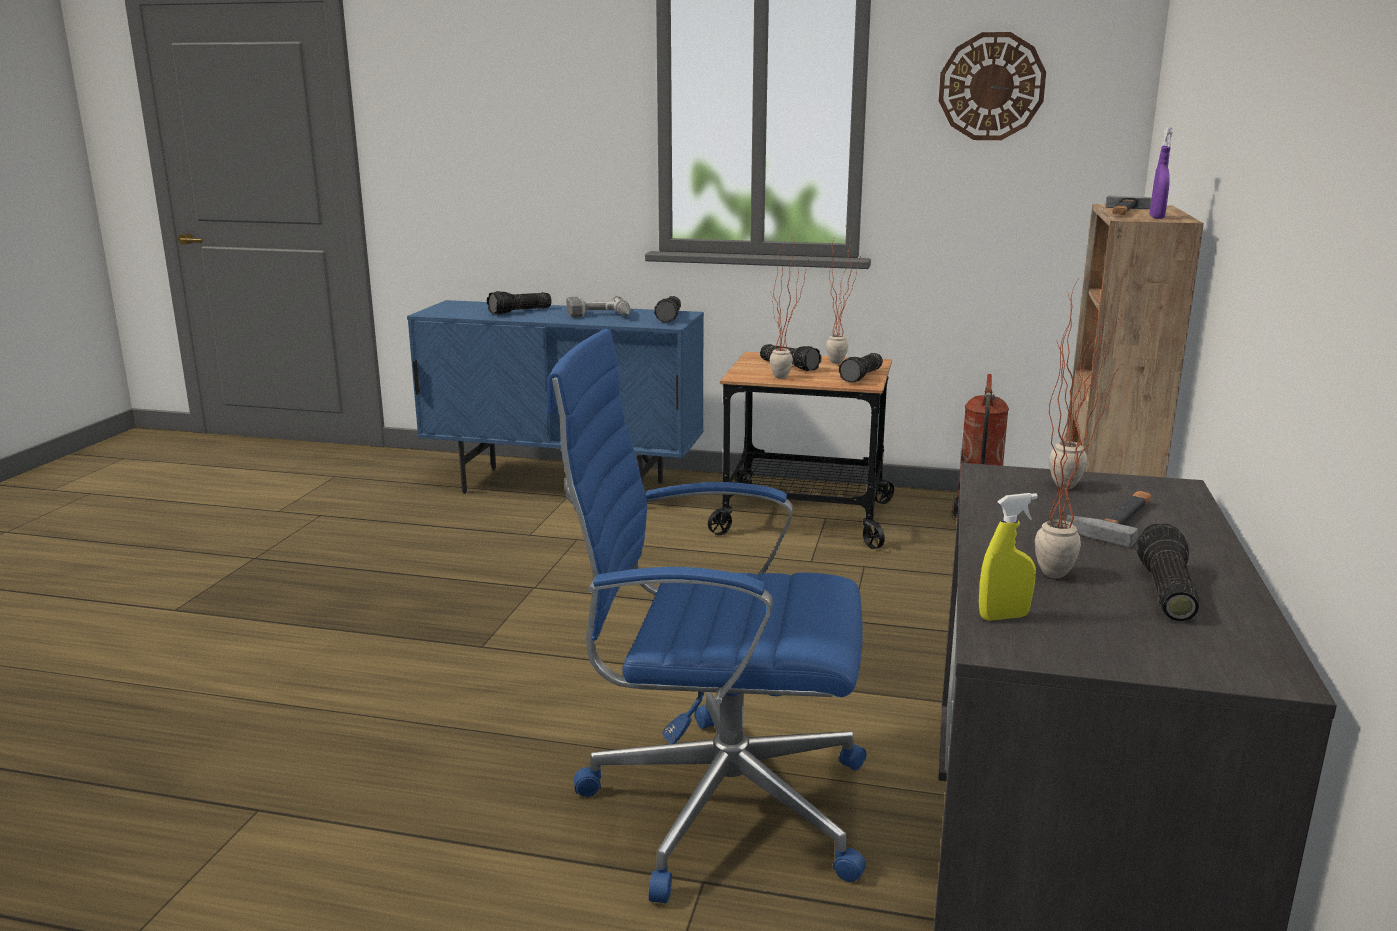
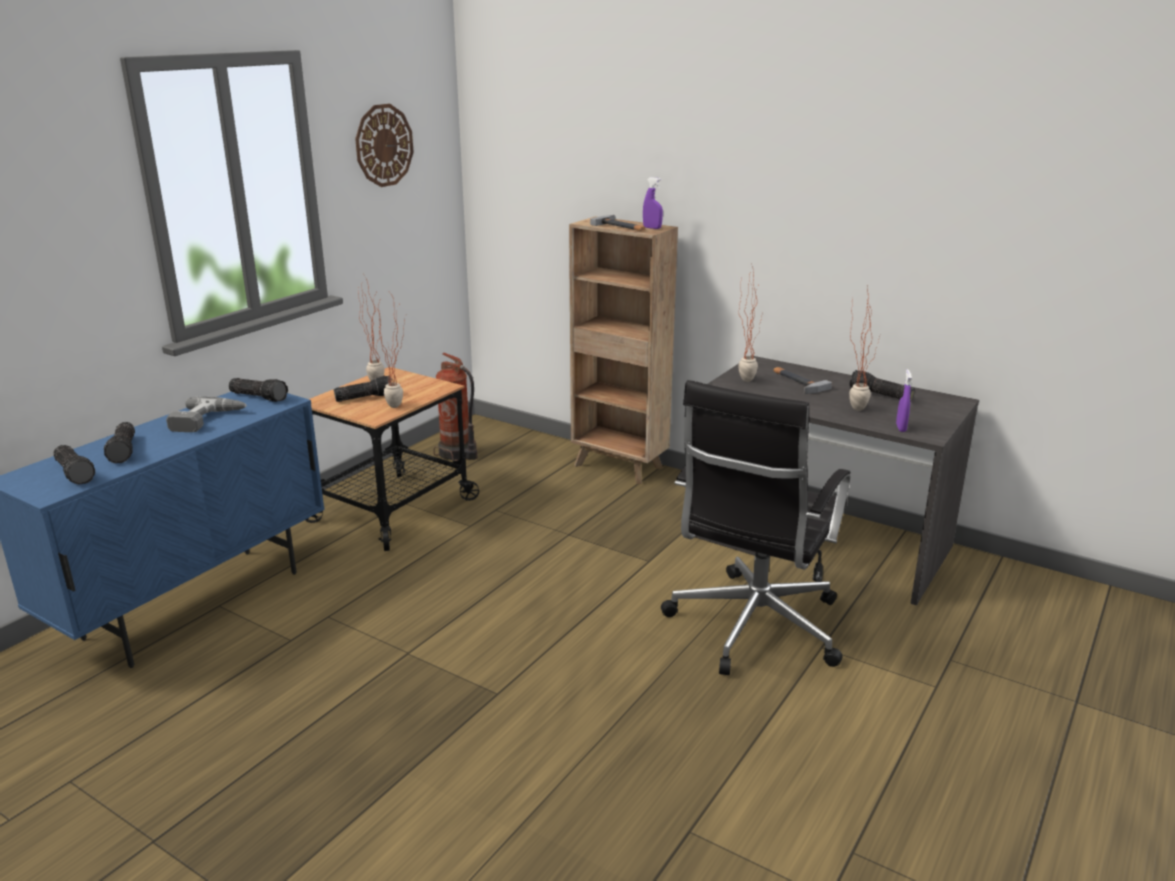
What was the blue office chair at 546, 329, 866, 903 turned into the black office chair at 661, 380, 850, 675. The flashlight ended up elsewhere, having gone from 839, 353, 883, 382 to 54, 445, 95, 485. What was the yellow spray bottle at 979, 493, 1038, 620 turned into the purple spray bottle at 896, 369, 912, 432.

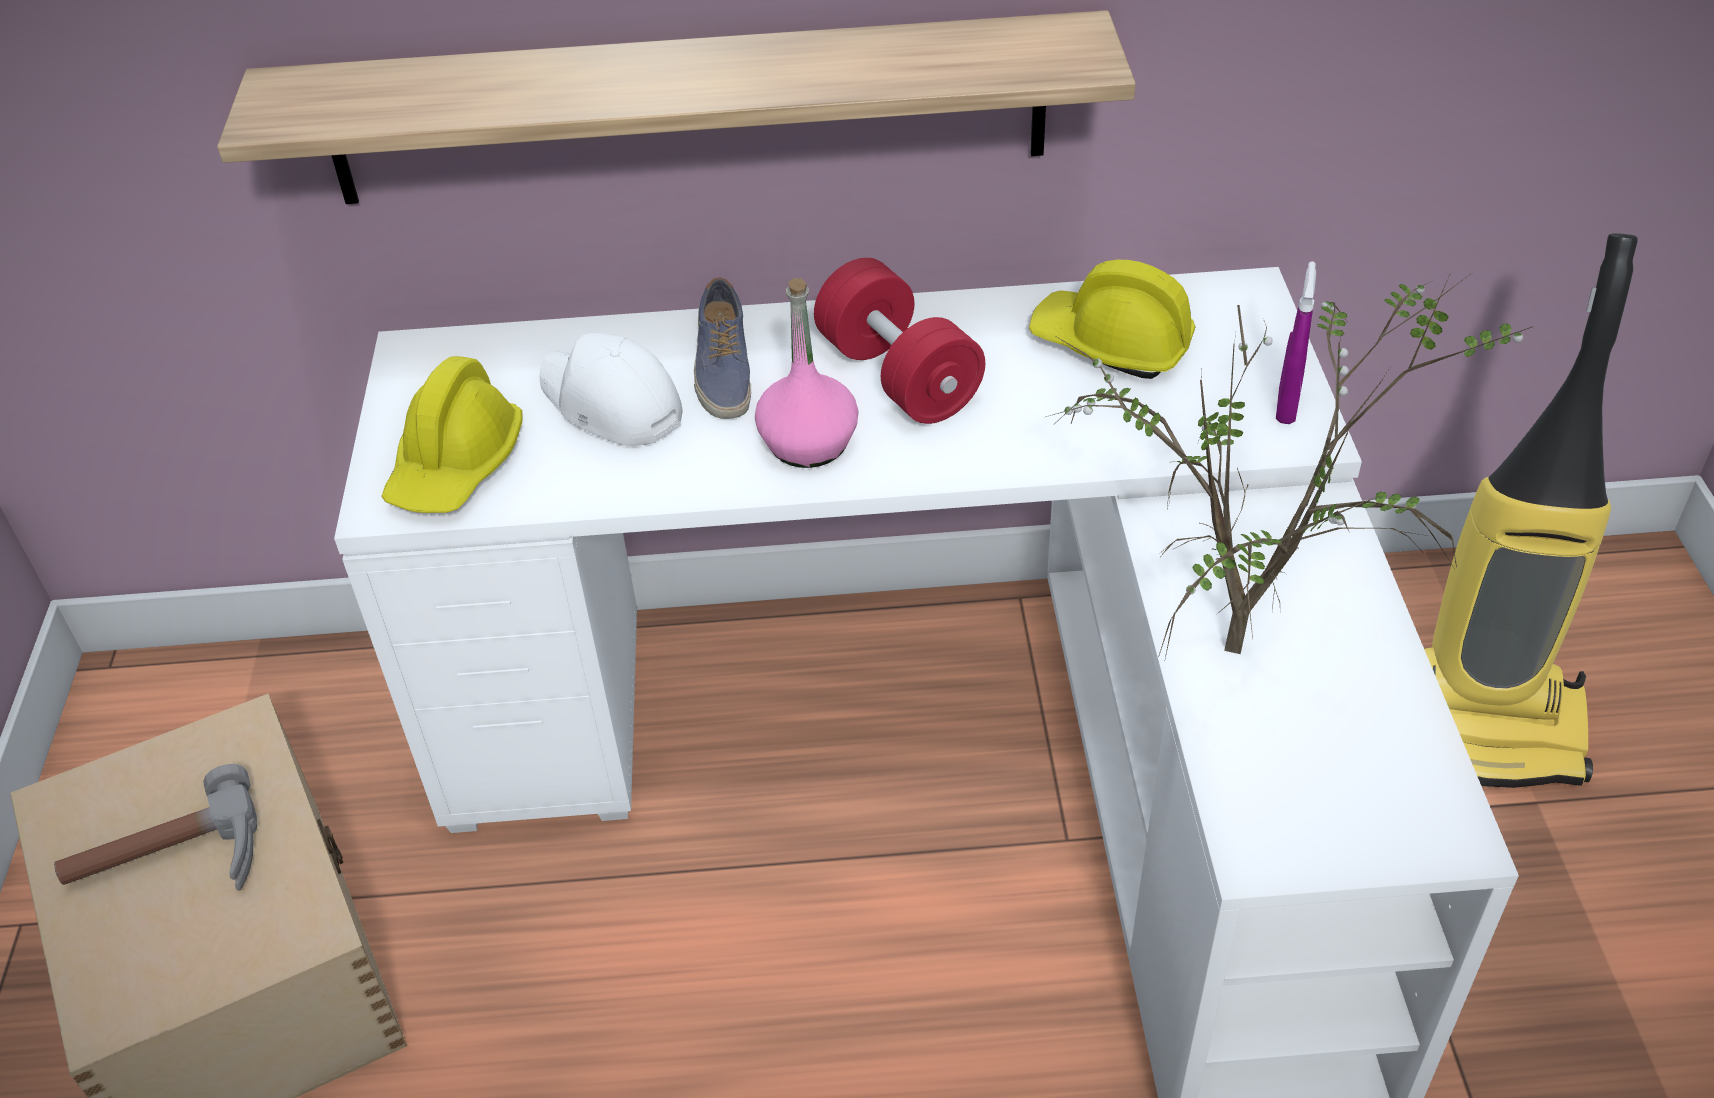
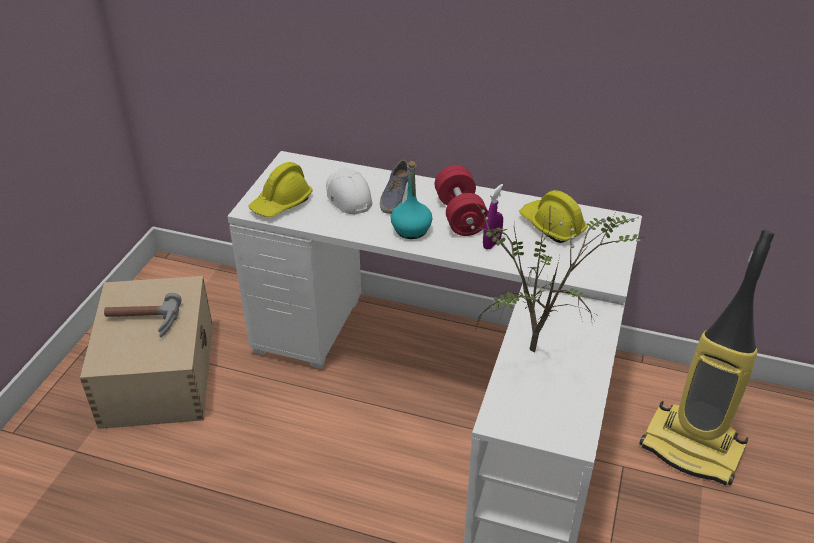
The second view lost the shelf at 217, 10, 1136, 204. The purple spray bottle ended up elsewhere, having gone from 1276, 261, 1316, 424 to 483, 184, 503, 250. What was the pink bottle at 755, 278, 859, 468 turned into the turquoise bottle at 391, 161, 432, 239.

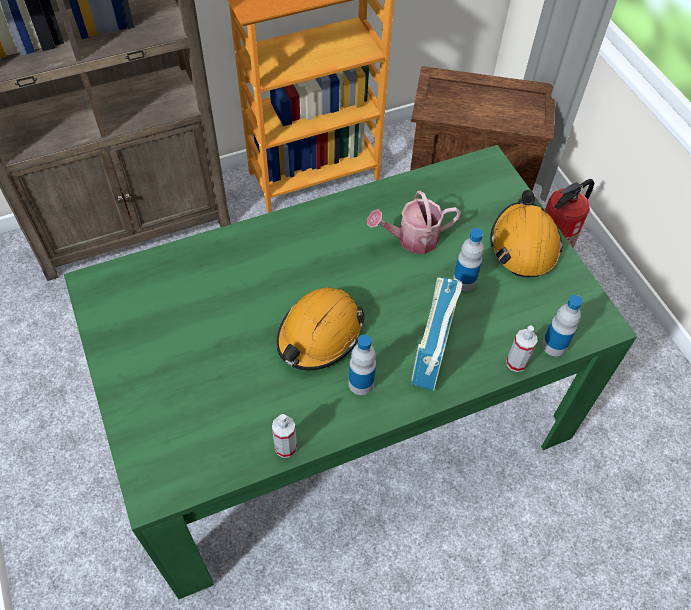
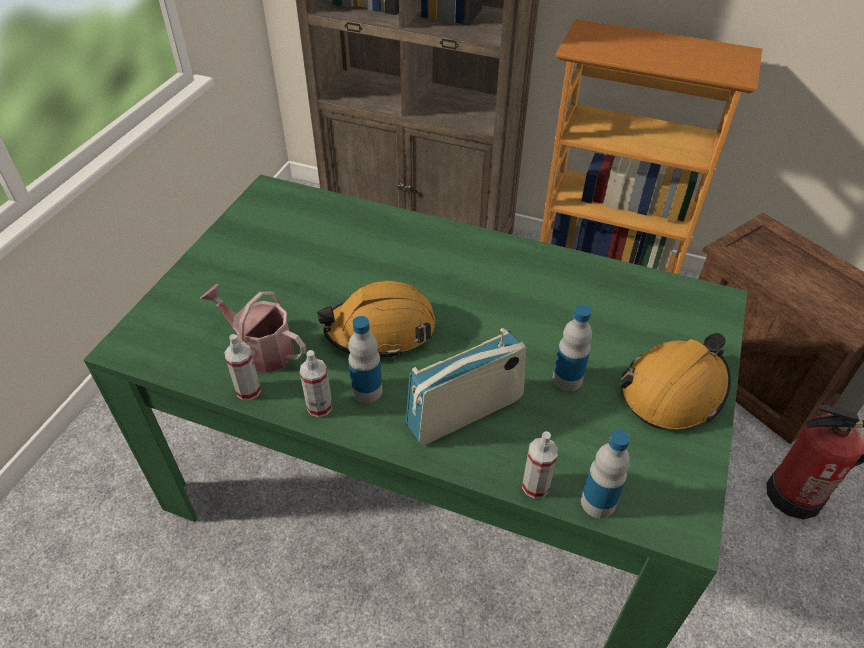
The watering can ended up elsewhere, having gone from 367, 191, 461, 254 to 200, 284, 306, 373. The second view gained the spray bottle at 300, 350, 332, 417.

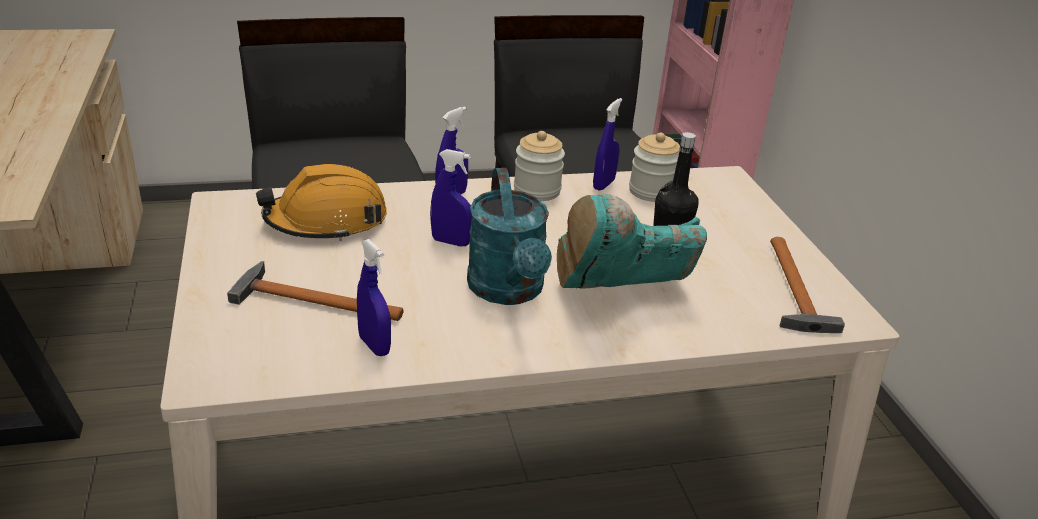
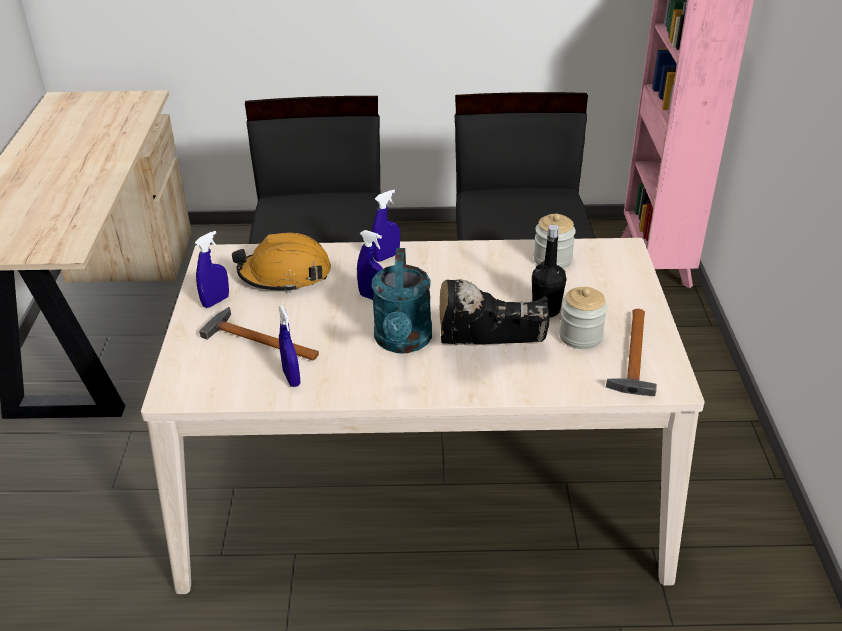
The blue spray bottle ended up elsewhere, having gone from 593, 98, 622, 190 to 195, 231, 229, 308. The jar ended up elsewhere, having gone from 514, 131, 565, 201 to 559, 287, 607, 349. What was the turquoise boot at 557, 194, 707, 289 turned into the black boot at 440, 280, 550, 345.

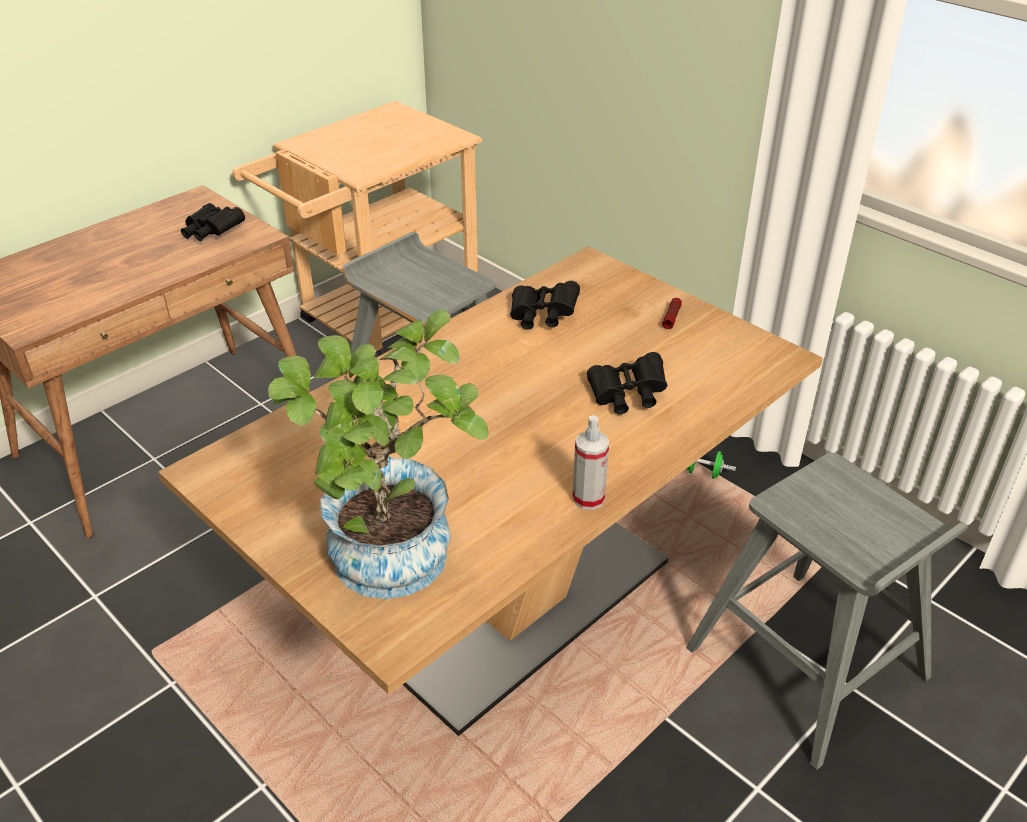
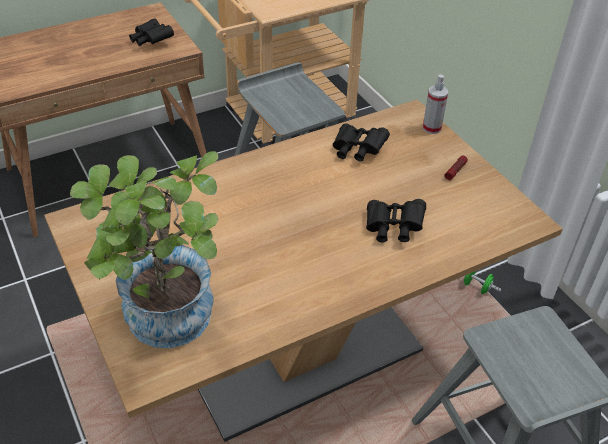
The spray bottle ended up elsewhere, having gone from 573, 415, 609, 510 to 423, 74, 448, 134.

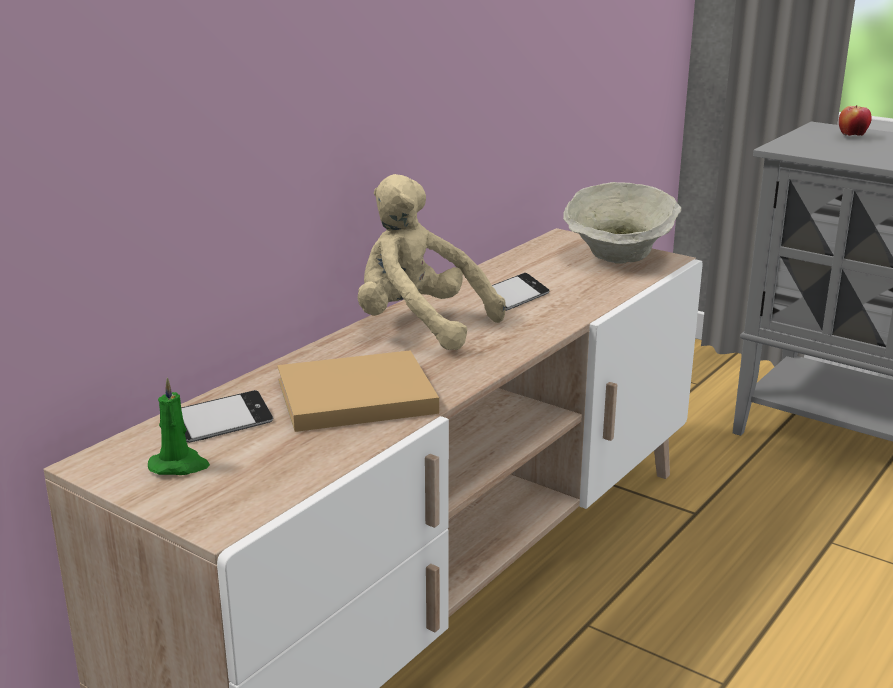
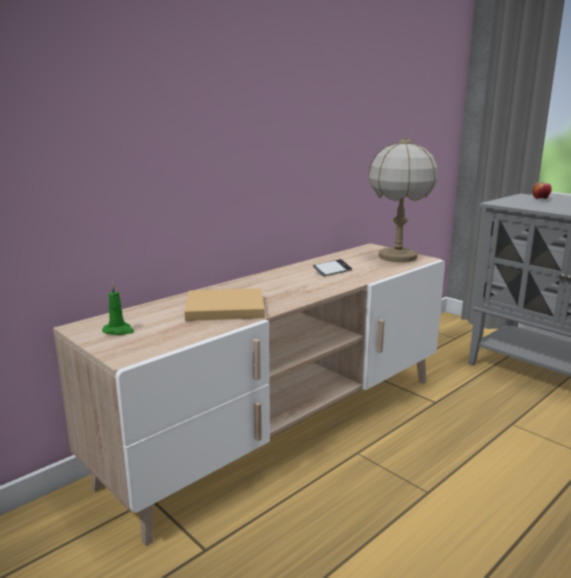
The second view lost the beige plush toy at 358, 174, 506, 350. Where the beige bowl stood at 563, 182, 681, 264, the table lamp came to stand at 368, 136, 438, 262. The second view lost the phone at 181, 390, 273, 443.

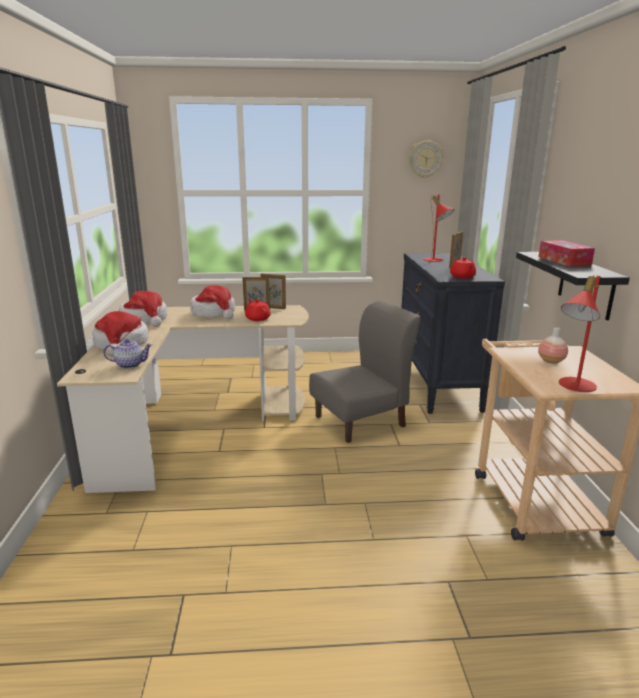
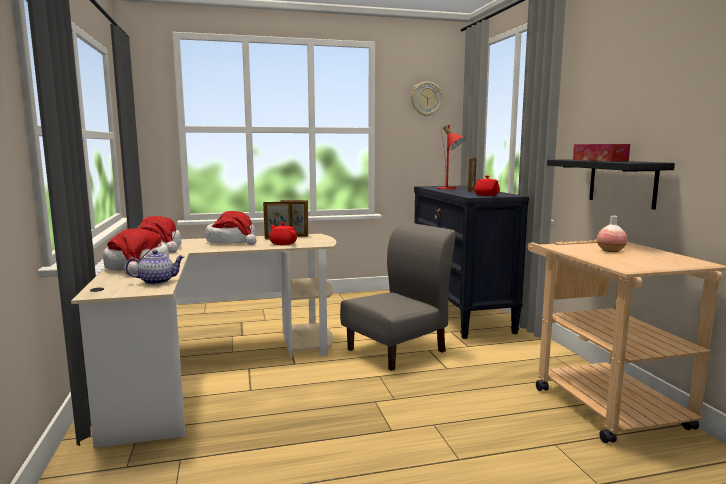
The second view lost the red table lamp at 559, 275, 600, 392.

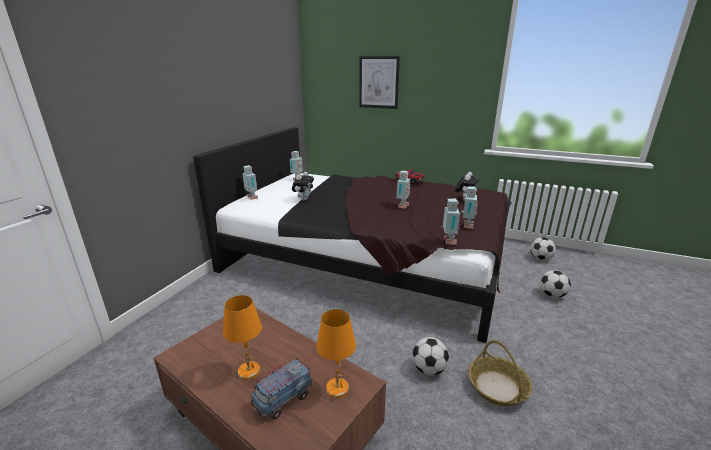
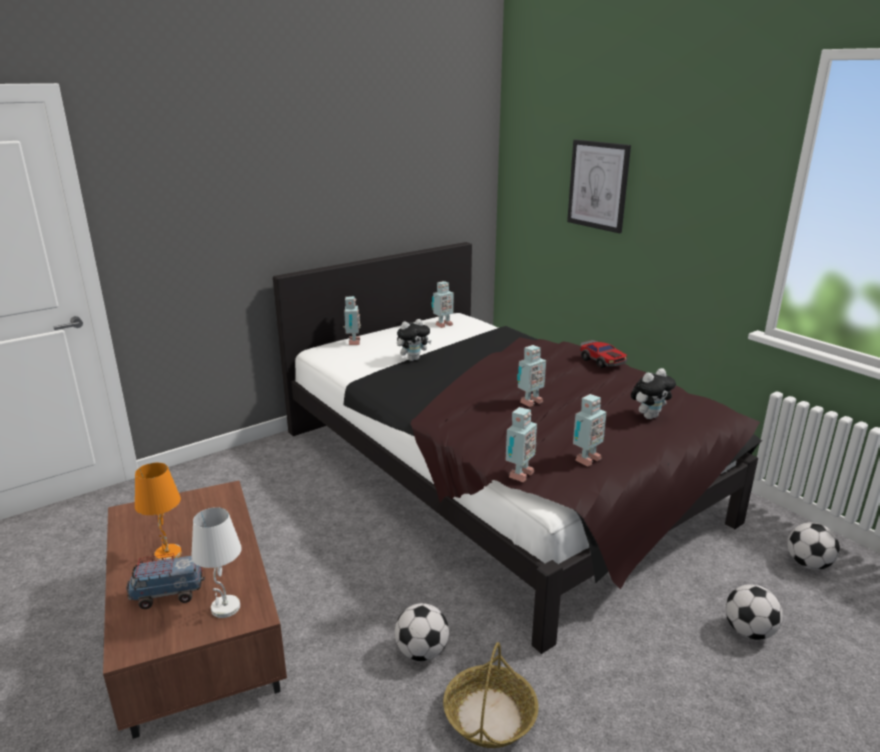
What was the orange table lamp at 316, 309, 356, 398 turned into the white table lamp at 191, 507, 242, 618.

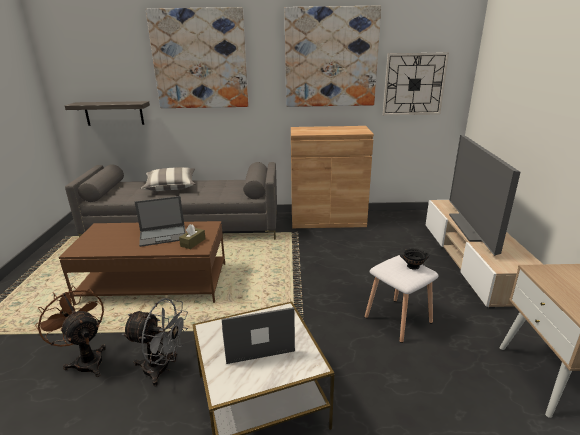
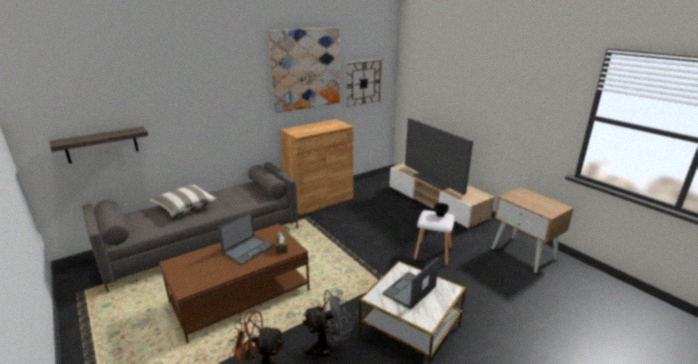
The second view lost the picture at 146, 7, 249, 108.

